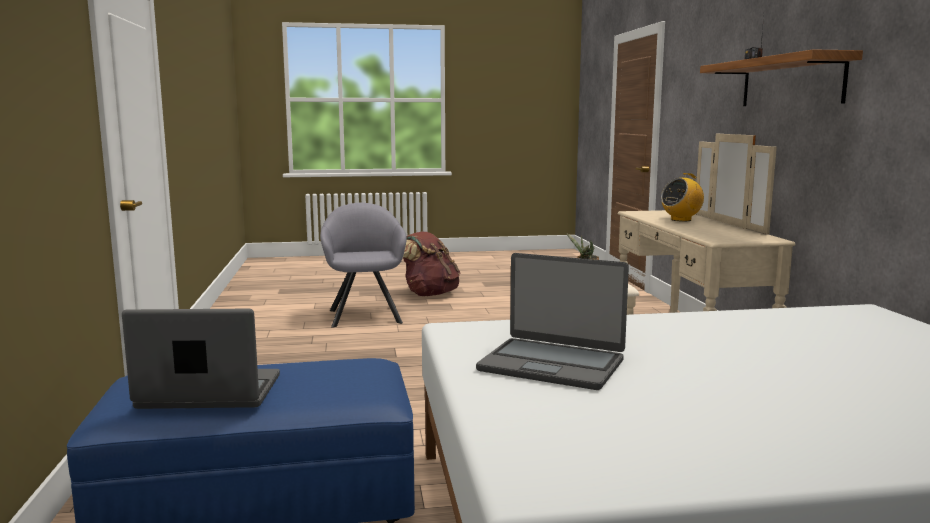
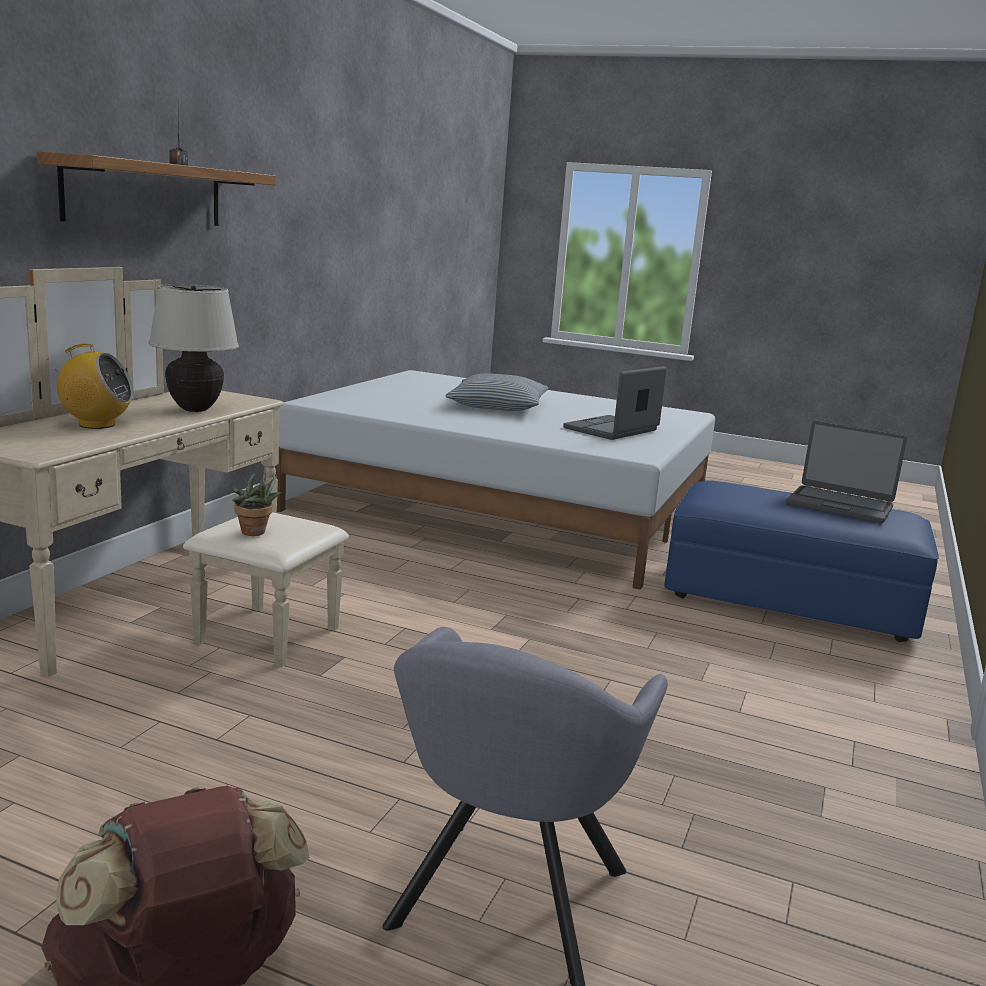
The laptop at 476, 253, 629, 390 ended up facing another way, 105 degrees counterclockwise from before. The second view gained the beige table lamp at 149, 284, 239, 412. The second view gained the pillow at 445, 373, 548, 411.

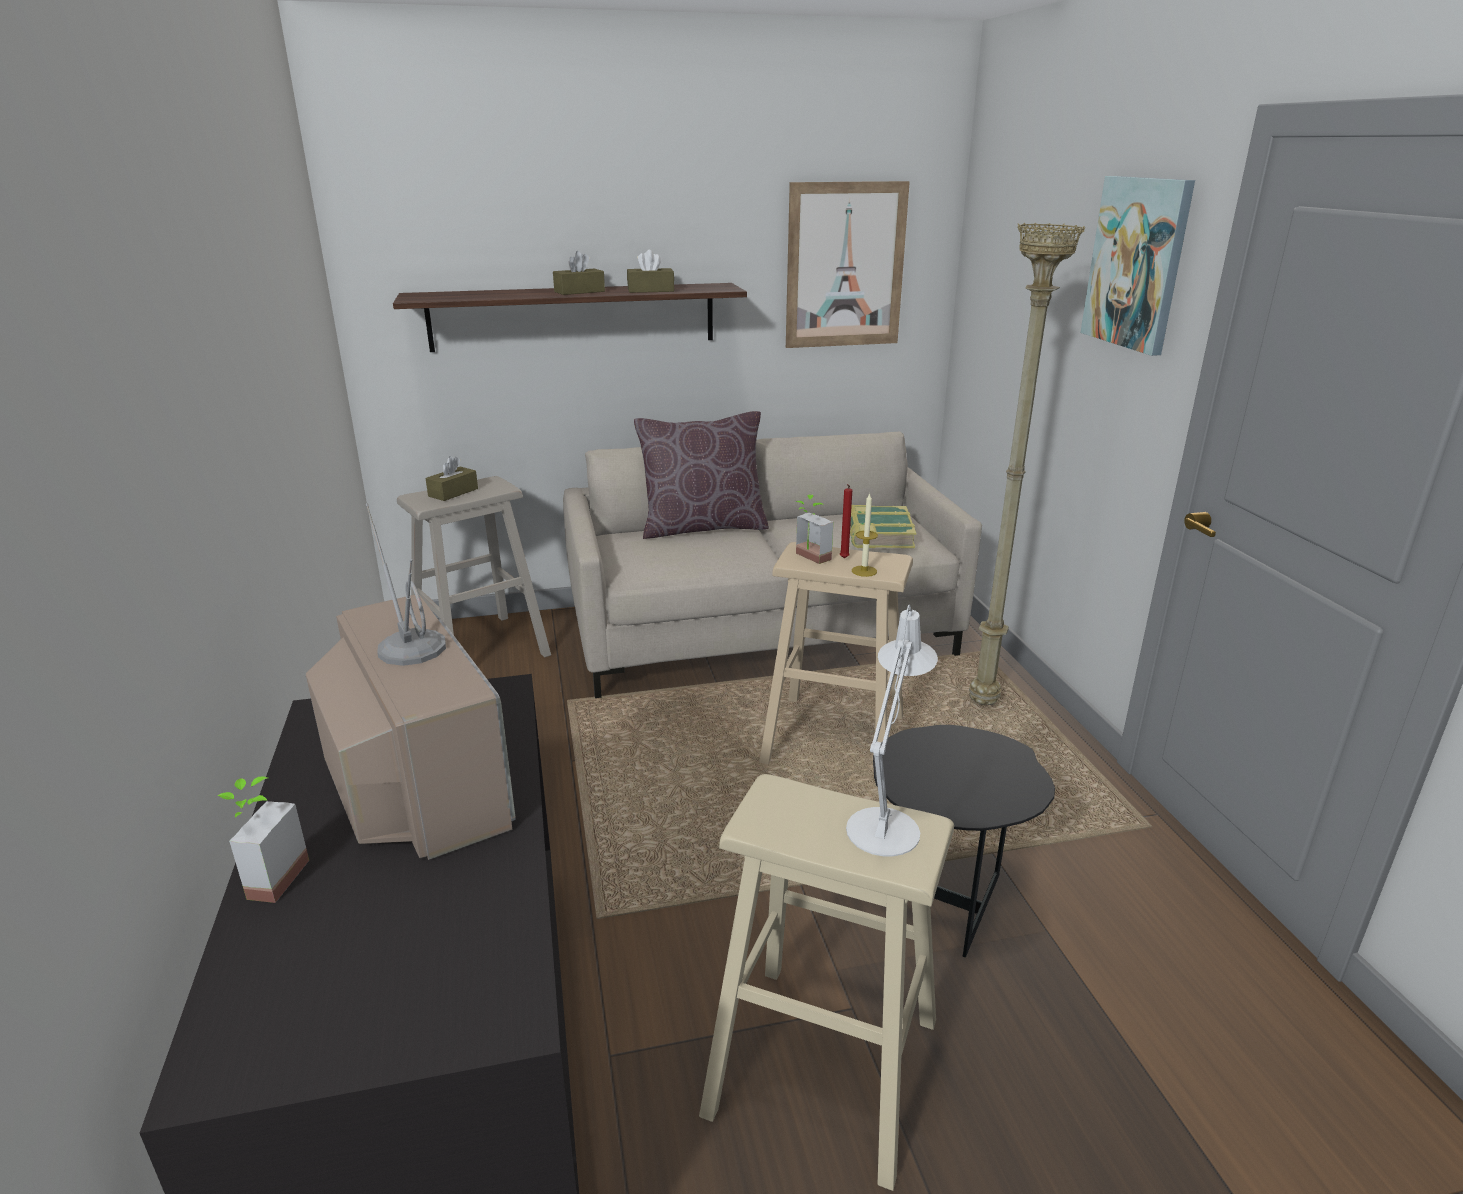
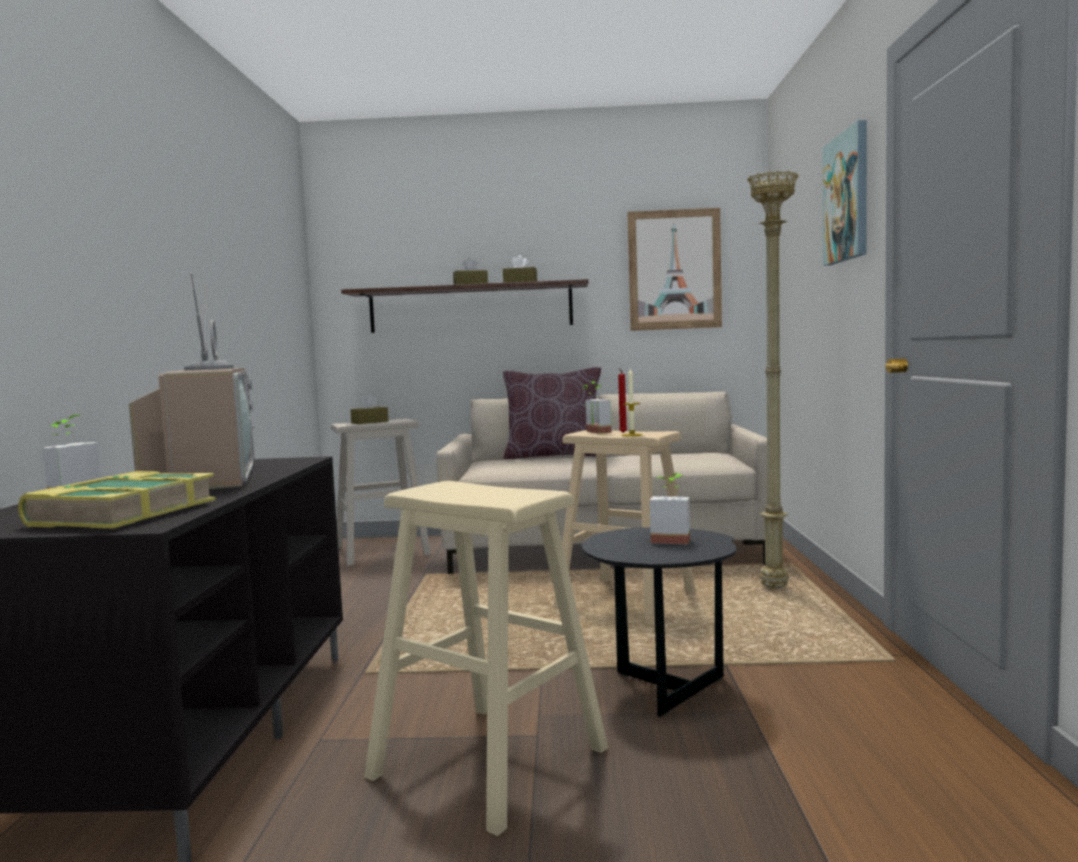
The book ended up elsewhere, having gone from 850, 505, 916, 548 to 18, 471, 216, 529. The second view lost the white table lamp at 846, 605, 938, 856. The second view gained the potted plant at 650, 473, 690, 544.

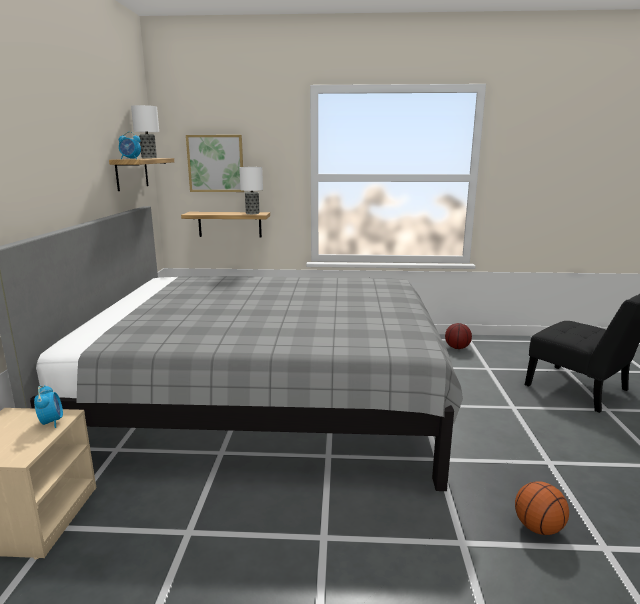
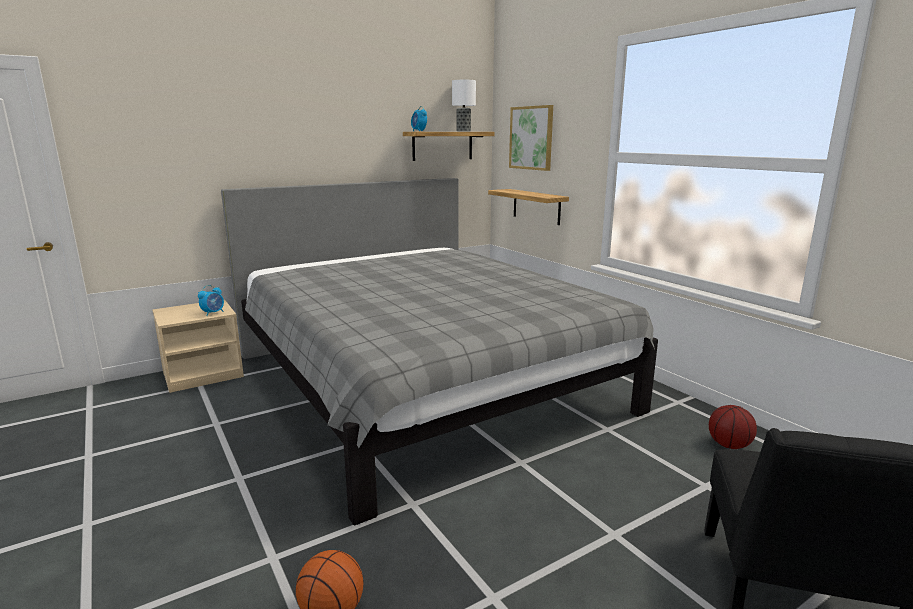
The second view lost the table lamp at 239, 167, 263, 214.

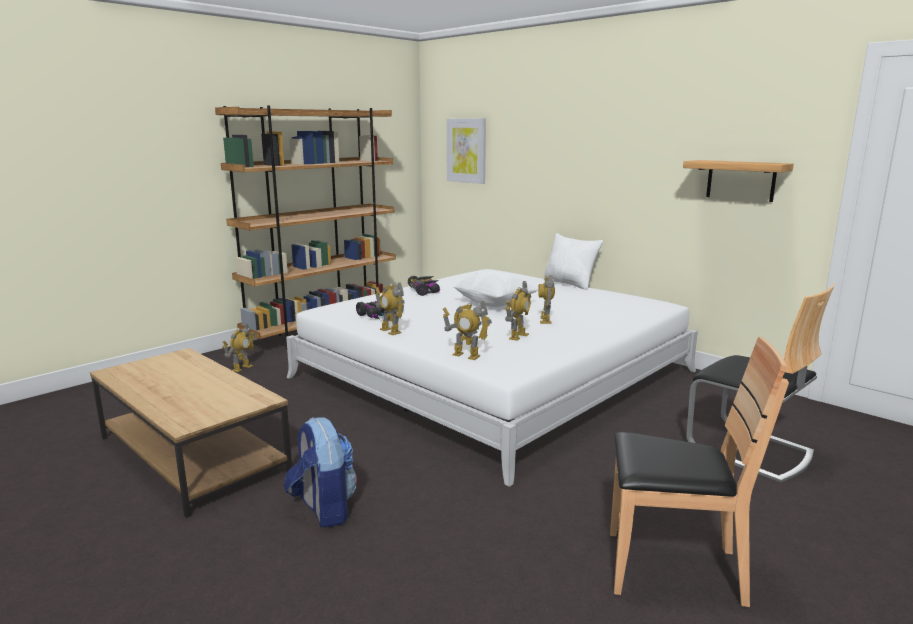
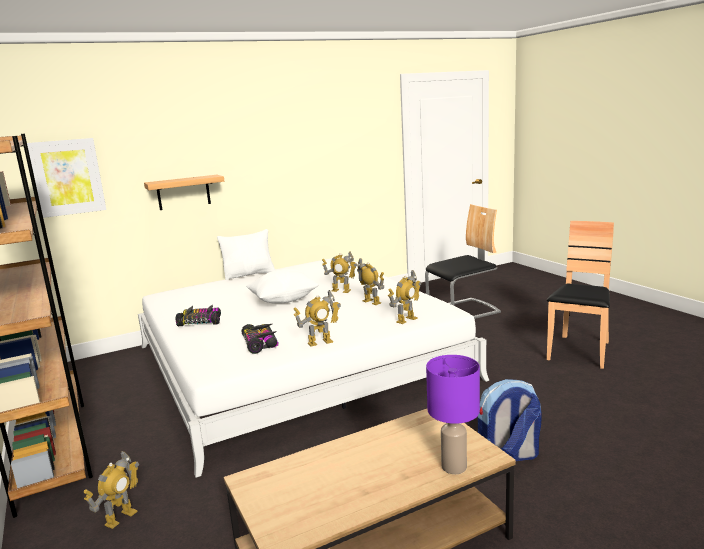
The shelf ended up elsewhere, having gone from 683, 160, 794, 202 to 144, 175, 224, 210. The toy robot at 222, 323, 255, 372 ended up facing another way, 75 degrees clockwise from before. The second view gained the purple table lamp at 426, 355, 480, 474.

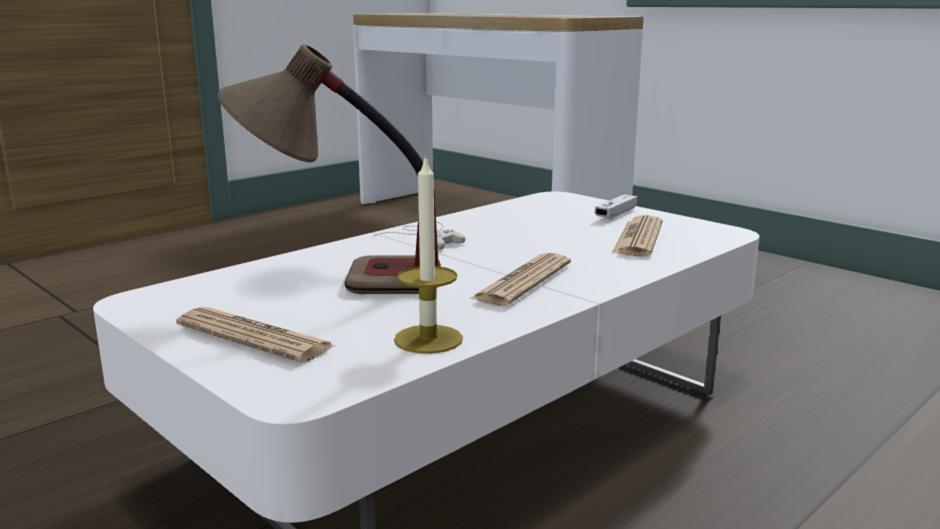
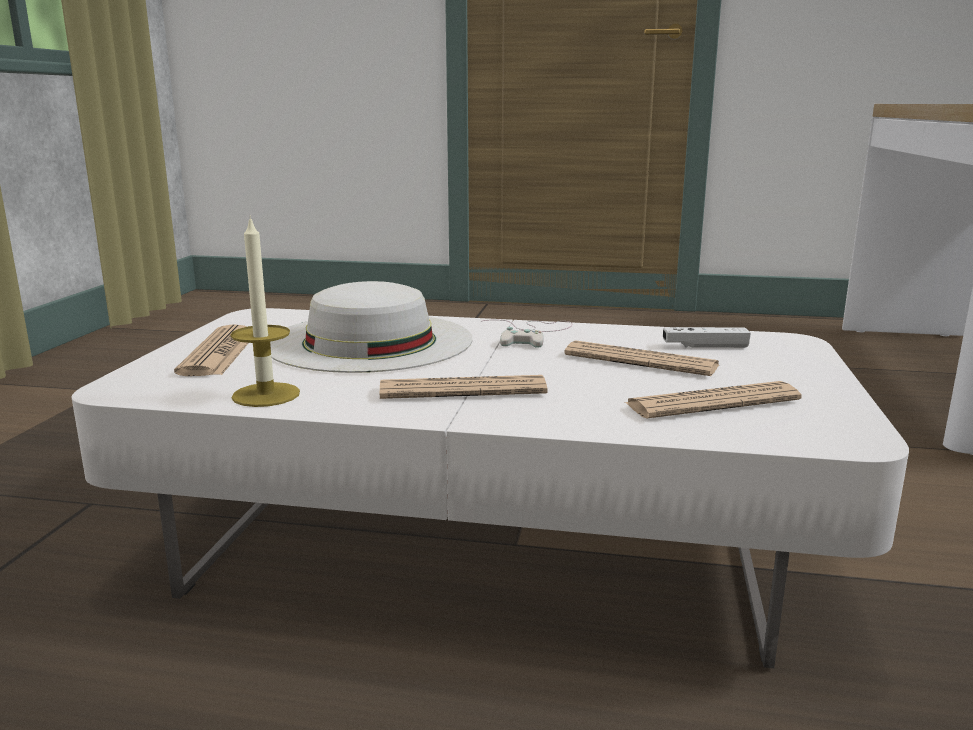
Where the table lamp stood at 217, 44, 441, 294, the white hat came to stand at 270, 281, 472, 373. The white game controller ended up elsewhere, having gone from 594, 194, 637, 218 to 663, 327, 751, 348. The second view gained the newspaper at 564, 340, 719, 376.

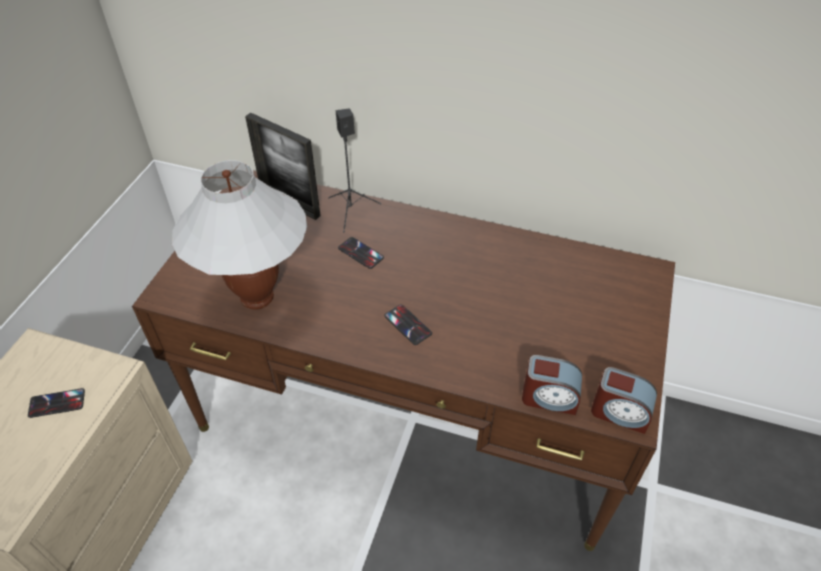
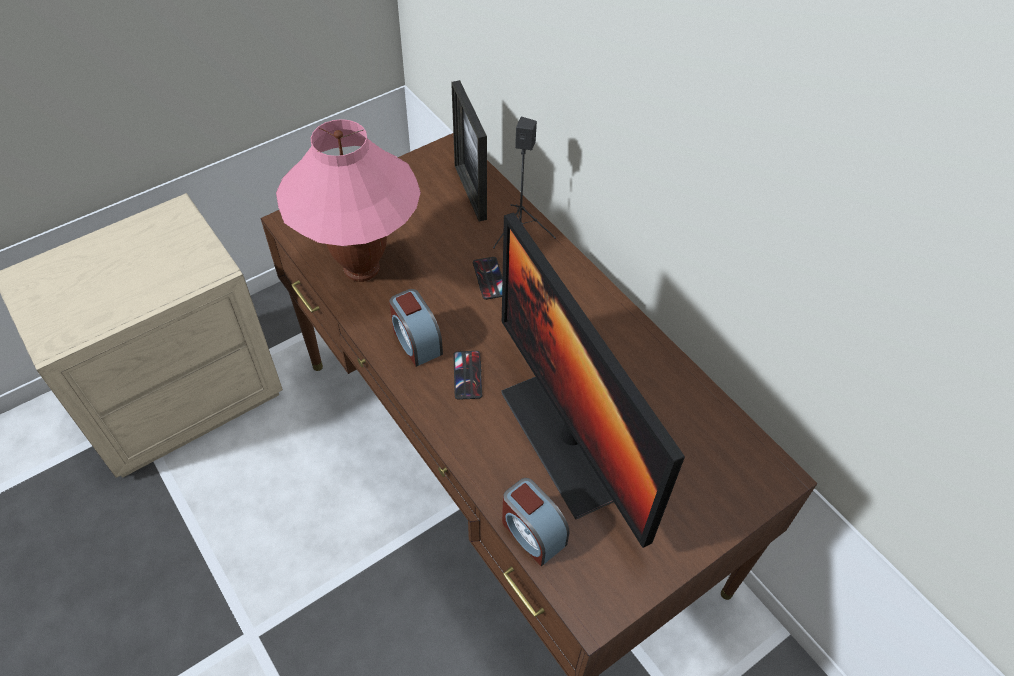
What was the white table lamp at 172, 160, 307, 310 turned into the pink table lamp at 276, 119, 421, 282. The alarm clock ended up elsewhere, having gone from 591, 367, 657, 434 to 389, 289, 443, 367. The second view lost the phone at 28, 388, 85, 418. The second view gained the monitor at 501, 212, 685, 548.

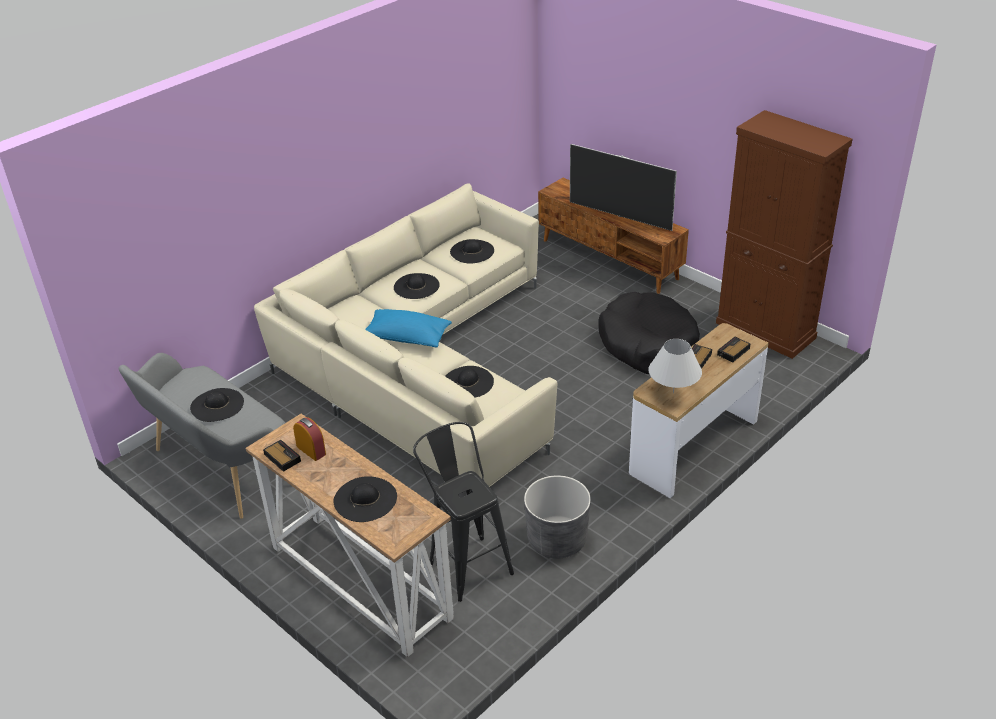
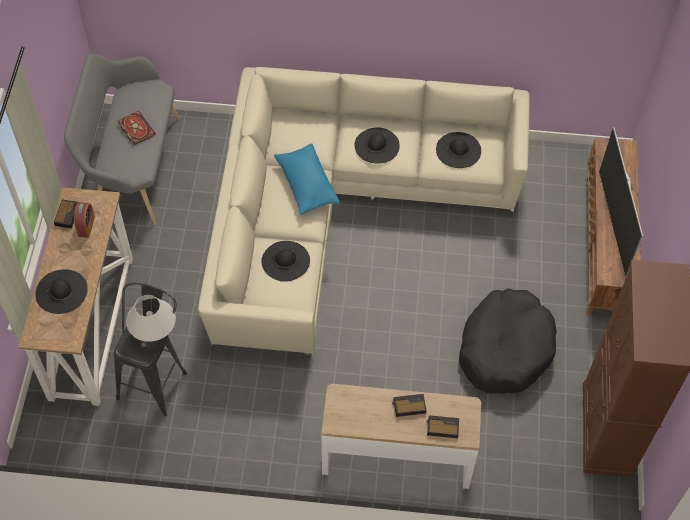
The white table lamp ended up elsewhere, having gone from 648, 339, 702, 394 to 126, 295, 176, 342. Where the black hat stood at 190, 388, 244, 422, the book came to stand at 118, 110, 156, 145. The second view lost the grey planter at 524, 475, 591, 558.

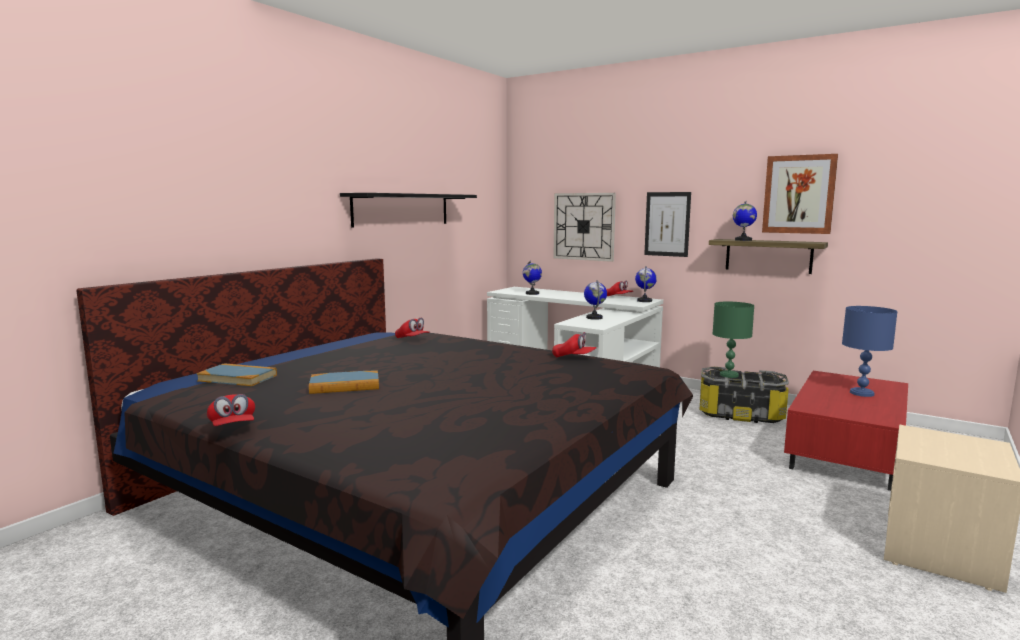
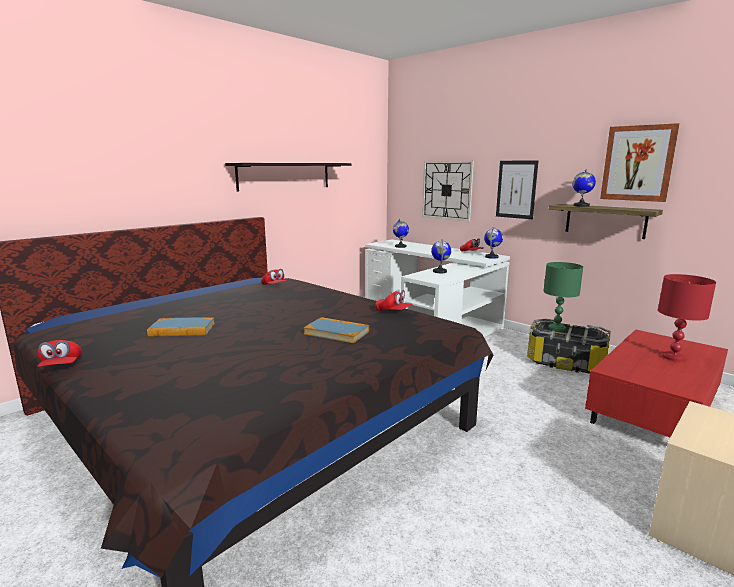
What was the blue table lamp at 842, 306, 897, 397 turned into the red table lamp at 658, 274, 716, 362. The book ended up elsewhere, having gone from 197, 363, 277, 386 to 304, 317, 369, 343.

